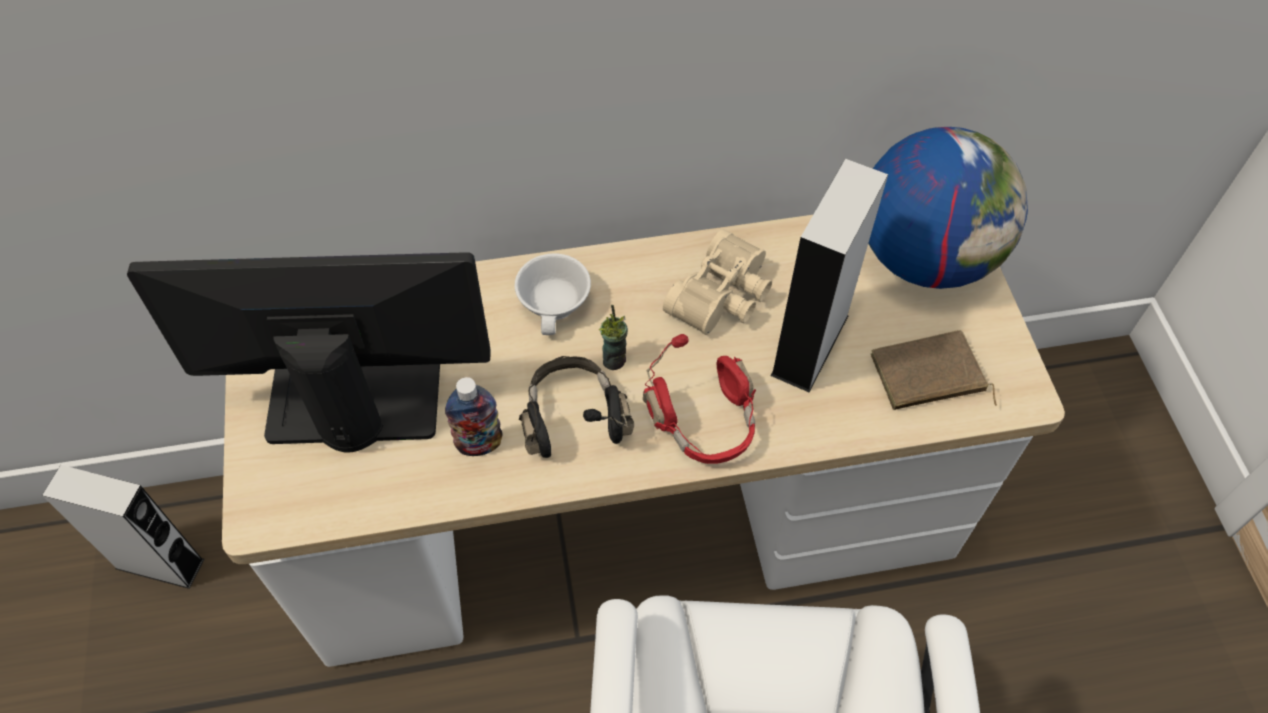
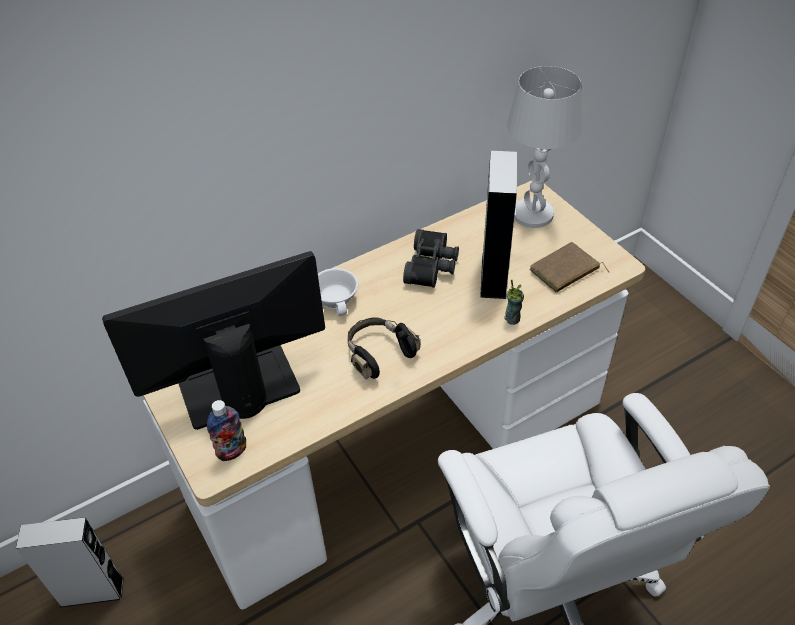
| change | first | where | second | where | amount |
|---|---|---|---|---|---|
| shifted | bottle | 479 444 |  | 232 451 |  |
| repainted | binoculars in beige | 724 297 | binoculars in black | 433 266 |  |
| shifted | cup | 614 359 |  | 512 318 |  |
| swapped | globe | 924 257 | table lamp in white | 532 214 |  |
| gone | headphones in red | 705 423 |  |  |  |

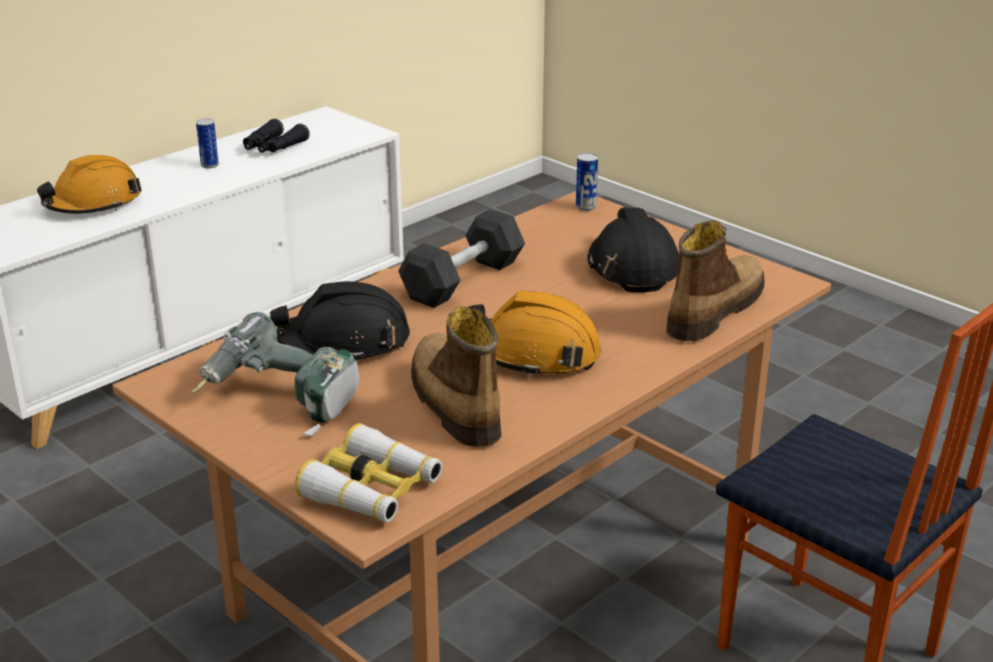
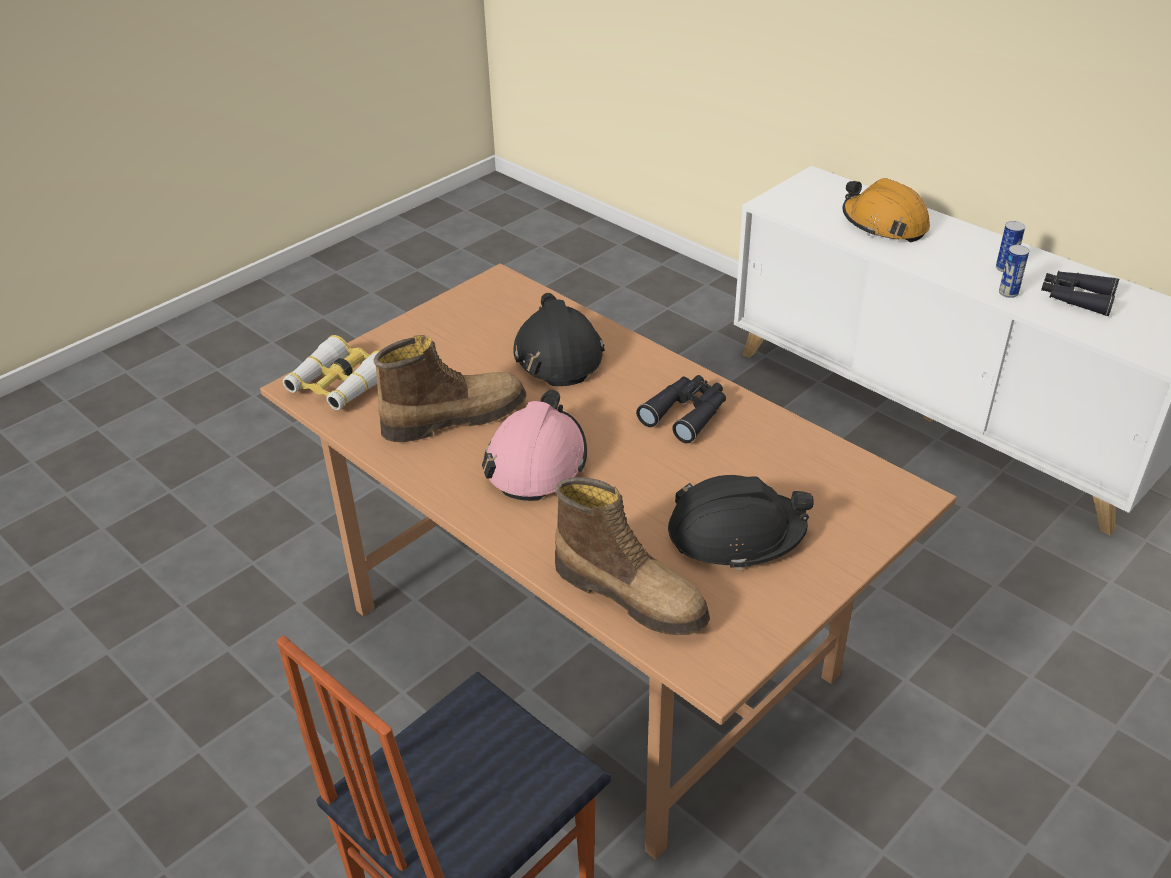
| change | first | where | second | where | amount |
|---|---|---|---|---|---|
| repainted | hard hat in orange | 534 354 | hard hat in pink | 536 461 |  |
| swapped | dumbbell in grey | 463 280 | binoculars in black | 686 414 |  |
| shifted | can | 585 207 |  | 1008 293 |  |
| gone | power drill | 278 401 |  |  |  |

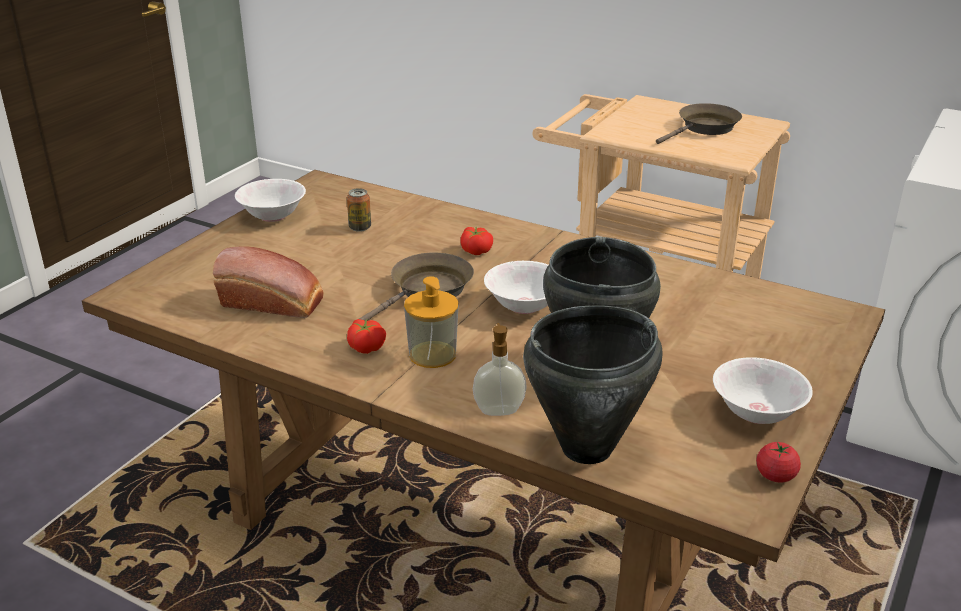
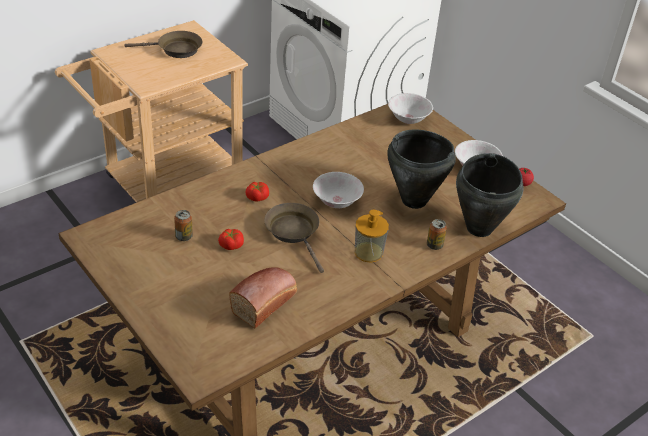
| change | first | where | second | where | amount |
|---|---|---|---|---|---|
| rotated | frying pan in brown | 705 128 |  | 176 50 | 105 degrees clockwise |
| shifted | tomato | 367 347 |  | 231 245 |  |
| shifted | bowl in white | 272 216 |  | 408 119 |  |
| swapped | soap dispenser | 499 410 | can | 434 245 |  |

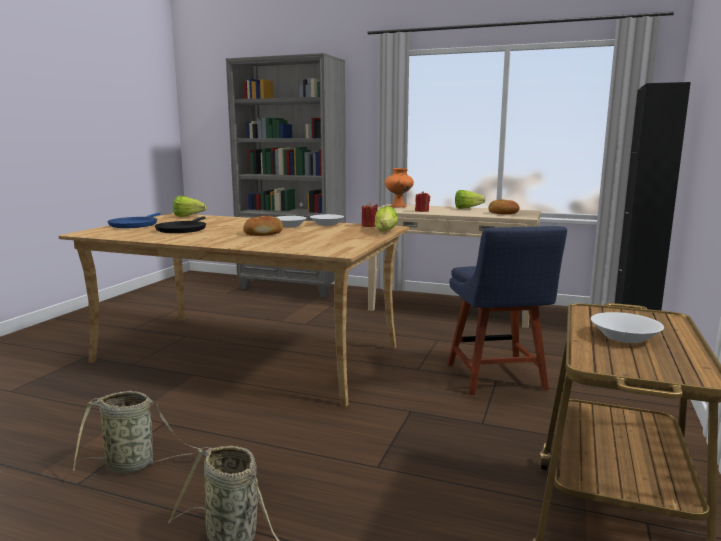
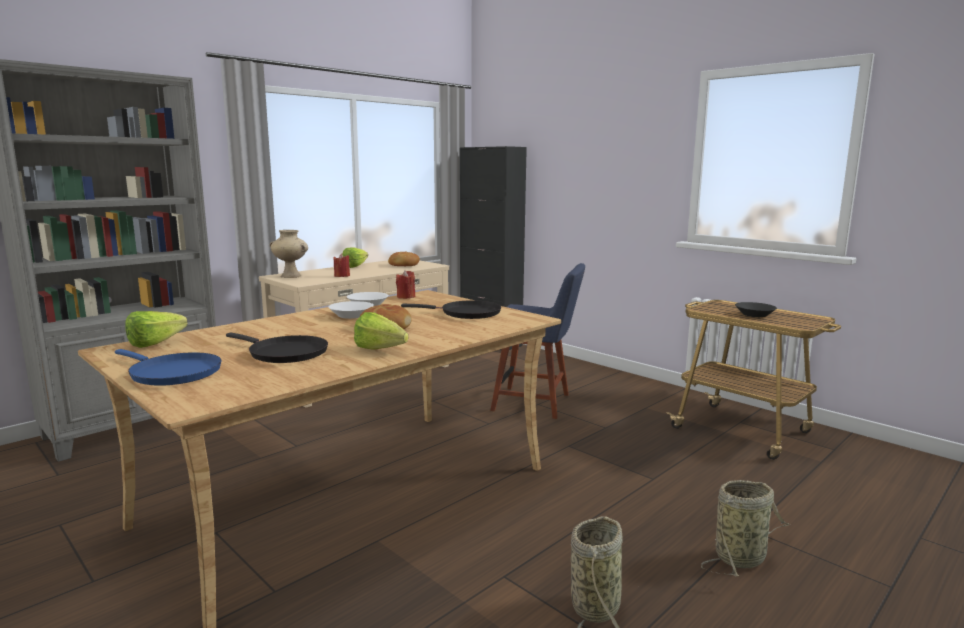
| change | first | where | second | where | amount |
|---|---|---|---|---|---|
| repainted | vase in orange | 399 206 | vase in beige | 291 276 |  |
| shifted | lettuce | 384 232 |  | 383 350 |  |
| new |  |  | frying pan in black | 466 313 |  |
| repainted | bowl in white | 624 336 | bowl in black | 754 315 |  |

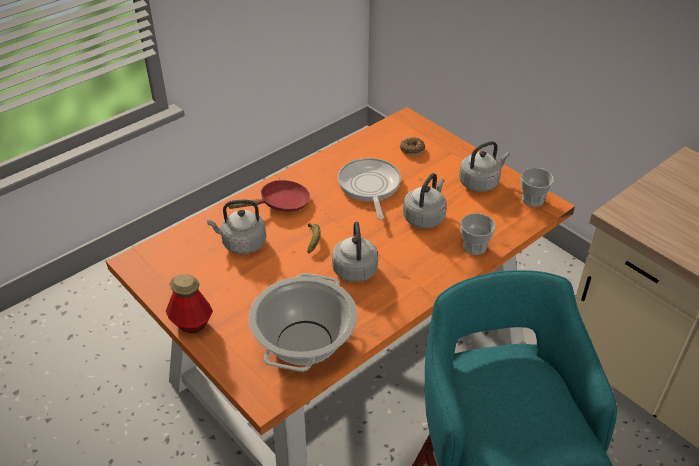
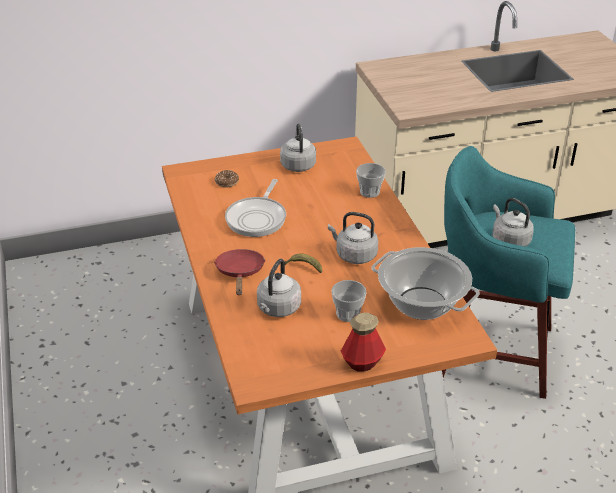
| change | first | where | second | where | amount |
|---|---|---|---|---|---|
| rotated | frying pan | 369 187 |  | 257 218 | 90 degrees counterclockwise |
| shifted | cup | 532 199 |  | 348 314 |  |
| shifted | kettle in grey | 425 217 |  | 509 240 |  |

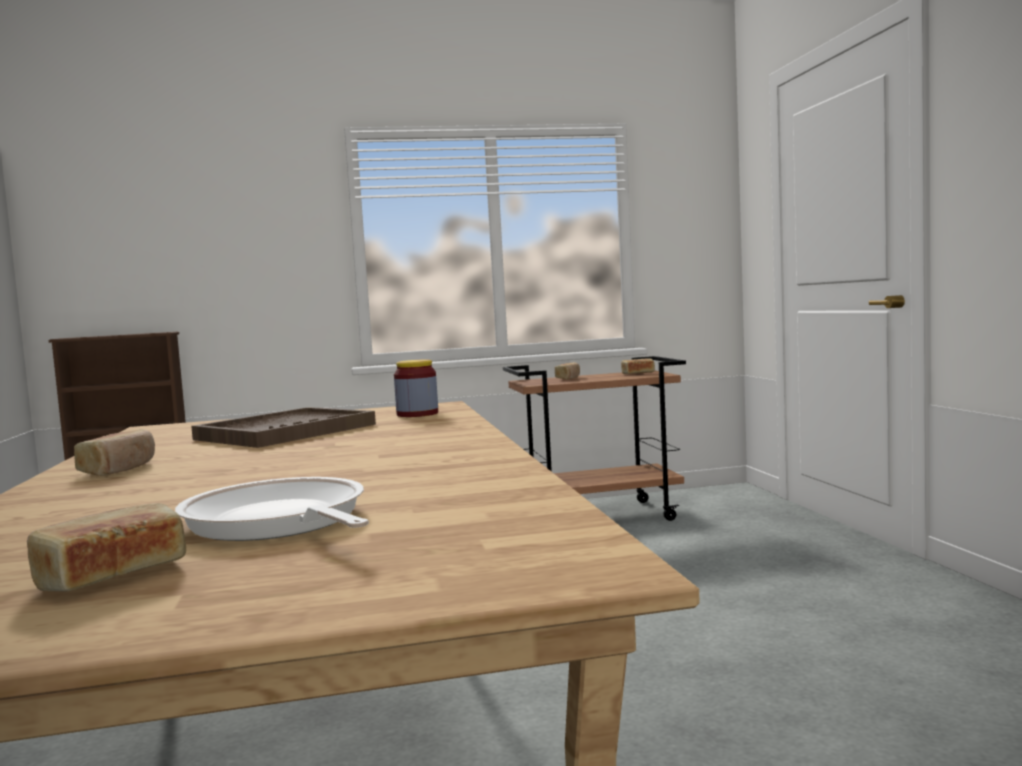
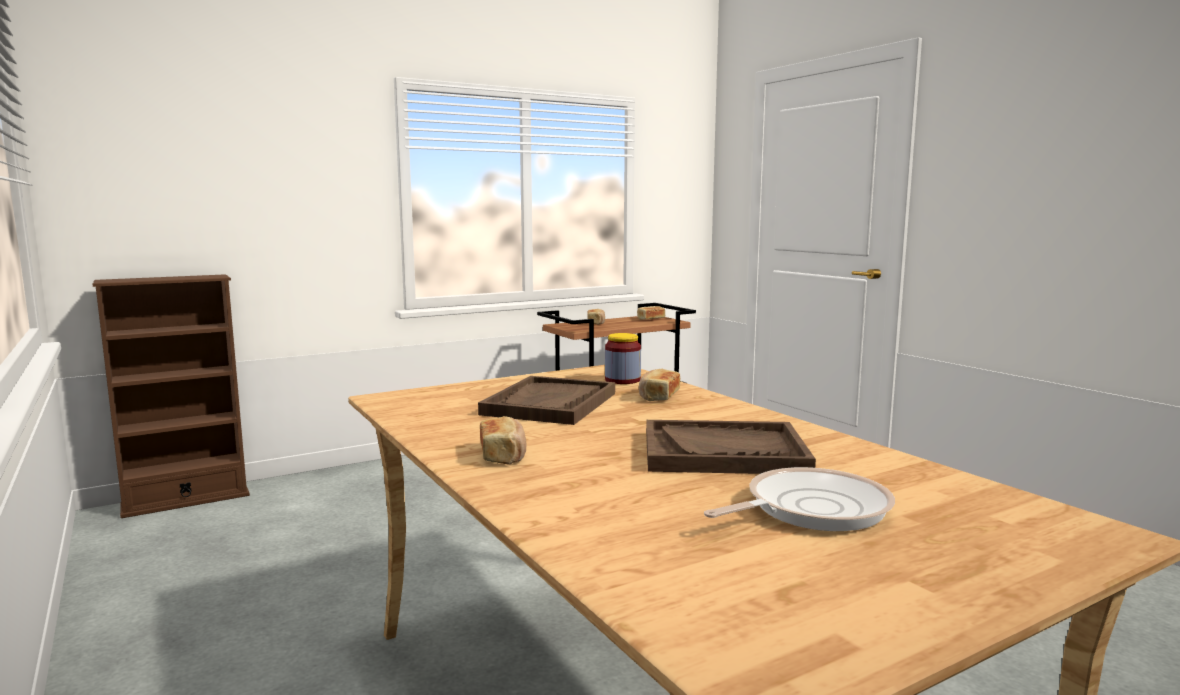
| change | first | where | second | where | amount |
|---|---|---|---|---|---|
| shifted | bread | 111 576 |  | 658 396 |  |
| new |  |  | tray in brown | 724 452 |  |
| rotated | frying pan | 277 522 |  | 810 509 | 120 degrees clockwise |

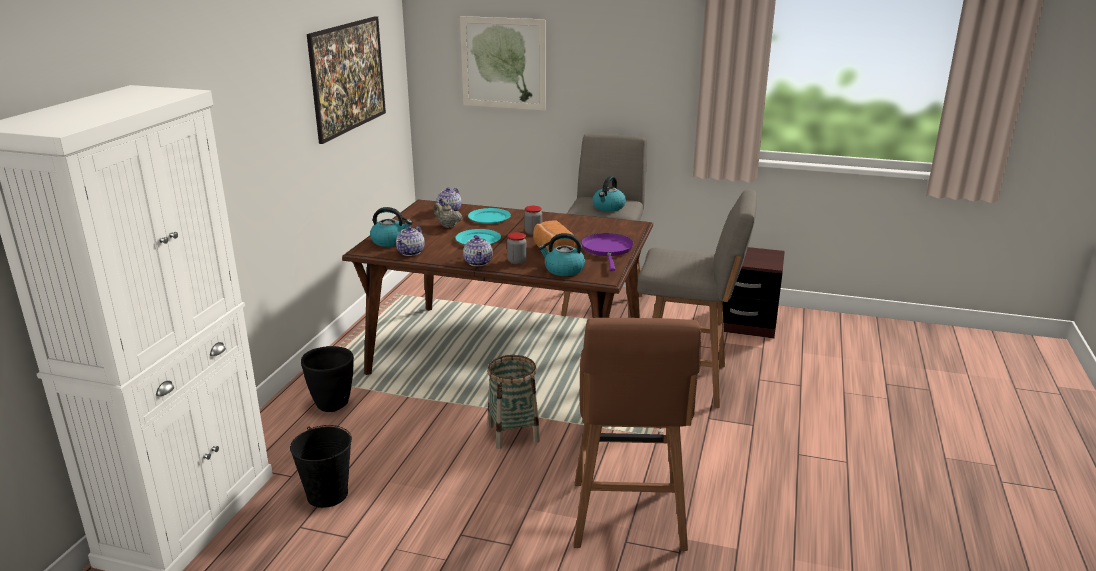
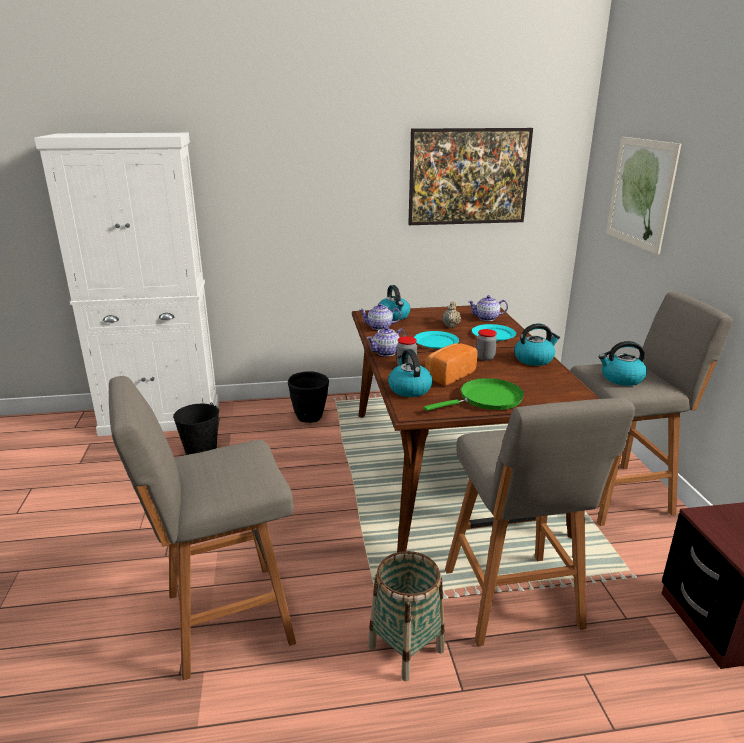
| change | first | where | second | where | amount |
|---|---|---|---|---|---|
| repainted | stool in brown | 628 518 | stool in grey | 223 619 |  |
| shifted | basket | 513 433 |  | 406 648 |  |
| repainted | frying pan in purple | 607 250 | frying pan in green | 487 399 |  |
| new |  |  | kettle | 534 359 |  |

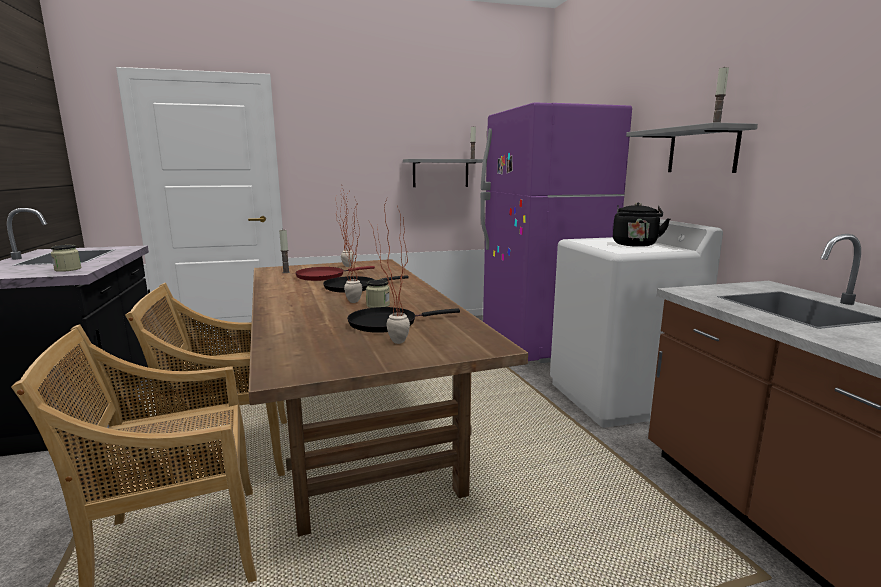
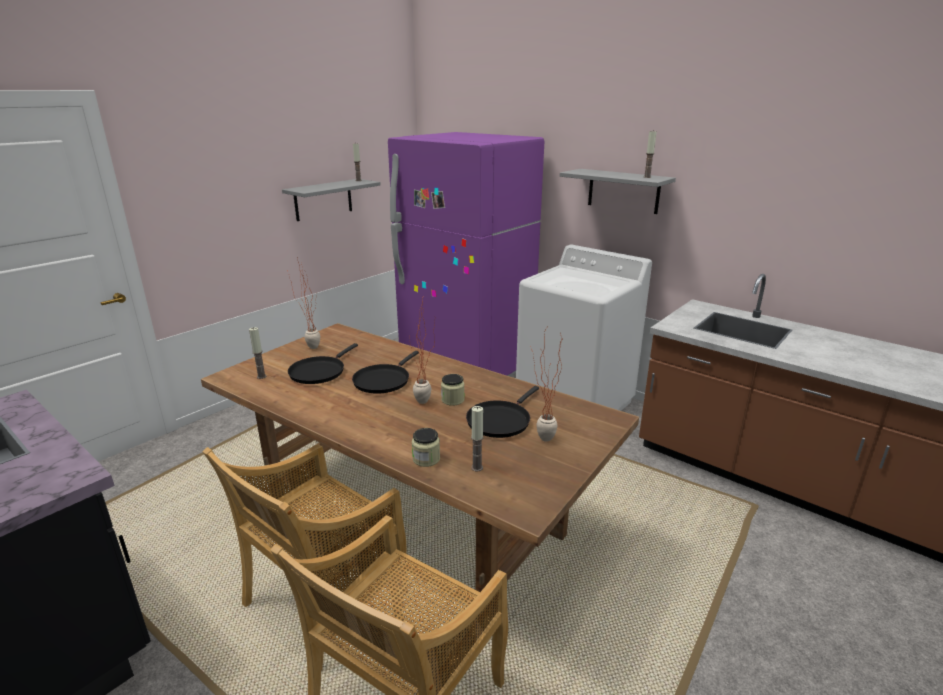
| change | first | where | second | where | amount |
|---|---|---|---|---|---|
| repainted | frying pan in red | 323 276 | frying pan in black | 319 372 |  |
| shifted | jar | 68 269 |  | 426 459 |  |
| new |  |  | candle | 477 467 |  |
| gone | kettle in black | 635 245 |  |  |  |

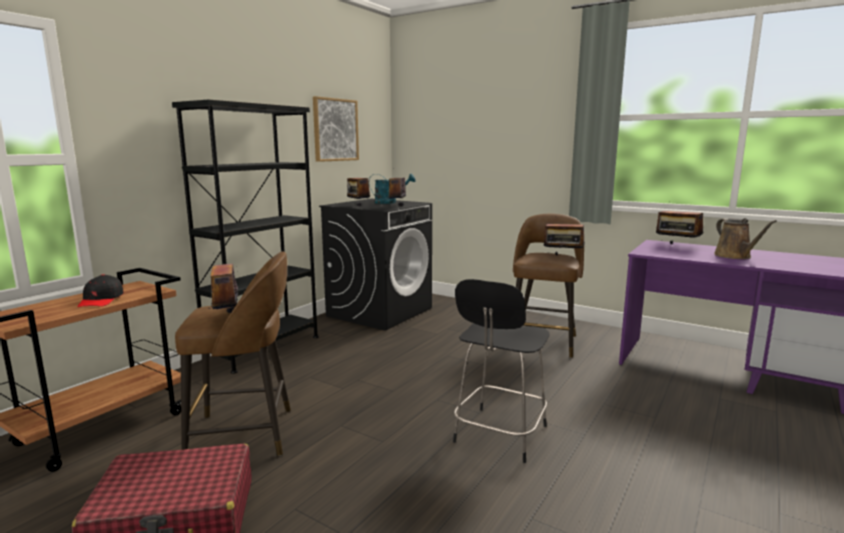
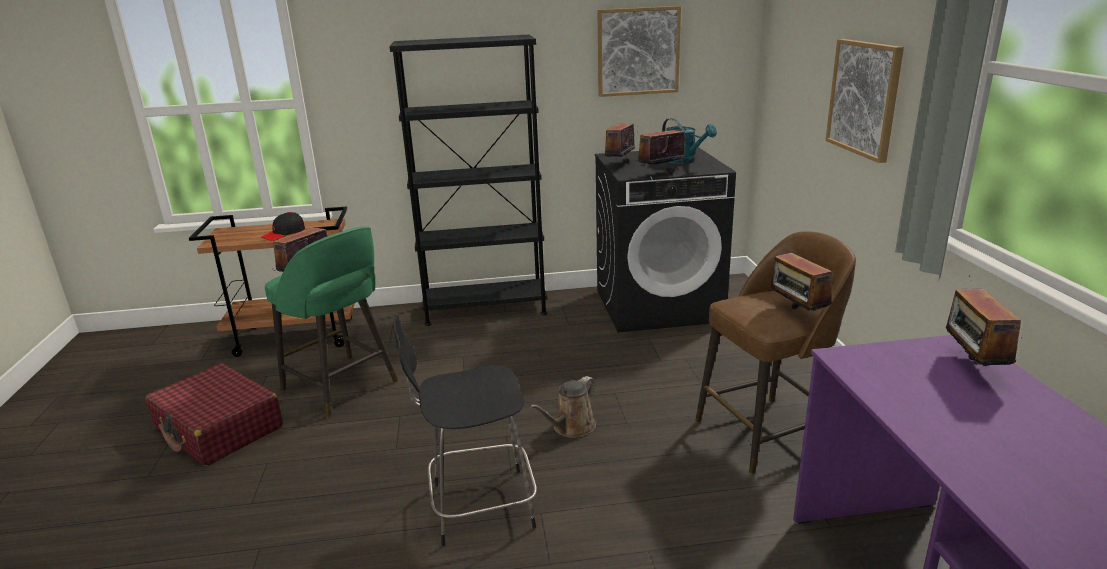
| change | first | where | second | where | amount |
|---|---|---|---|---|---|
| repainted | stool in brown | 245 434 | stool in green | 341 386 |  |
| shifted | watering can in brown | 735 256 |  | 571 428 |  |
| new |  |  | picture | 864 98 |  |

